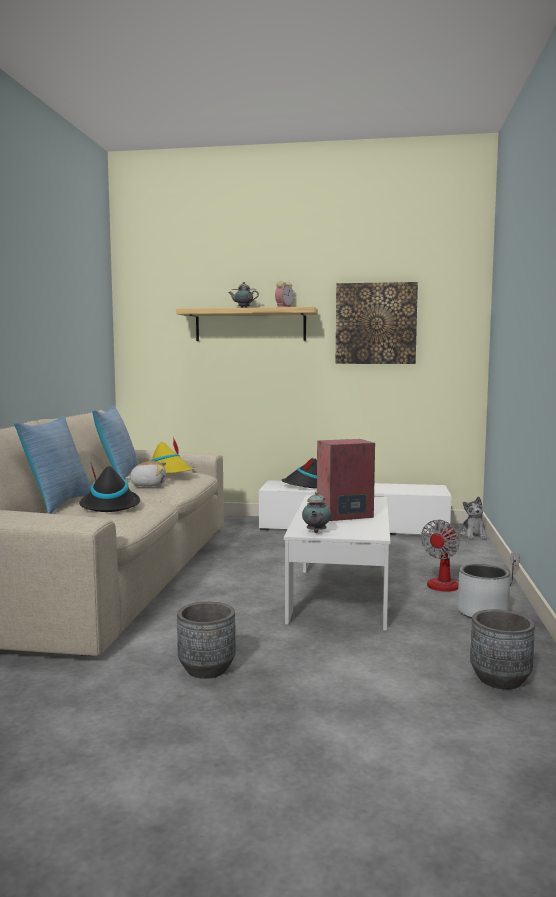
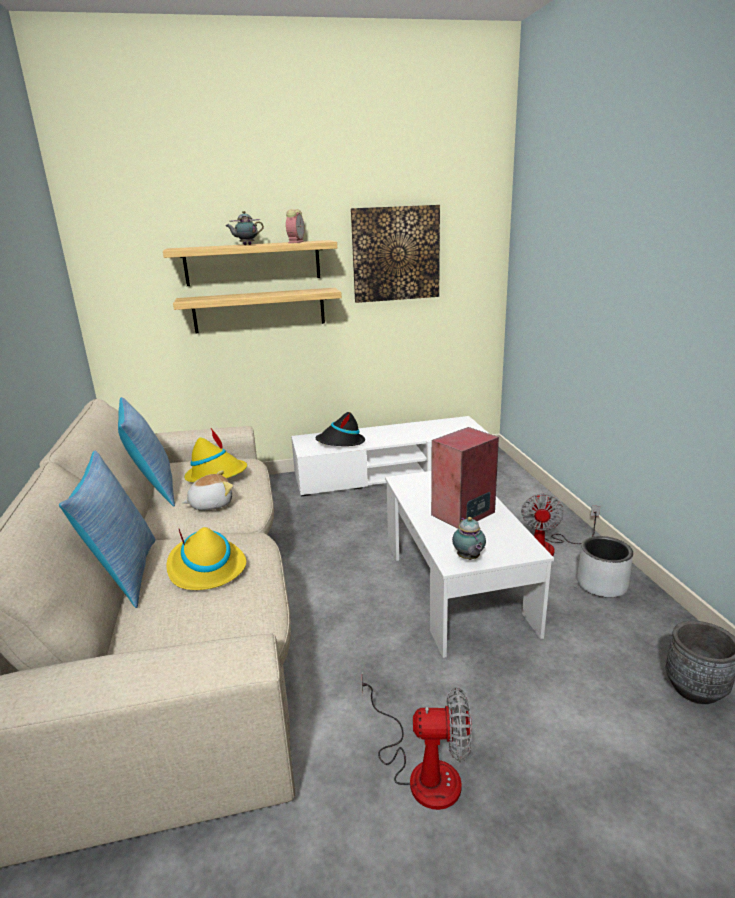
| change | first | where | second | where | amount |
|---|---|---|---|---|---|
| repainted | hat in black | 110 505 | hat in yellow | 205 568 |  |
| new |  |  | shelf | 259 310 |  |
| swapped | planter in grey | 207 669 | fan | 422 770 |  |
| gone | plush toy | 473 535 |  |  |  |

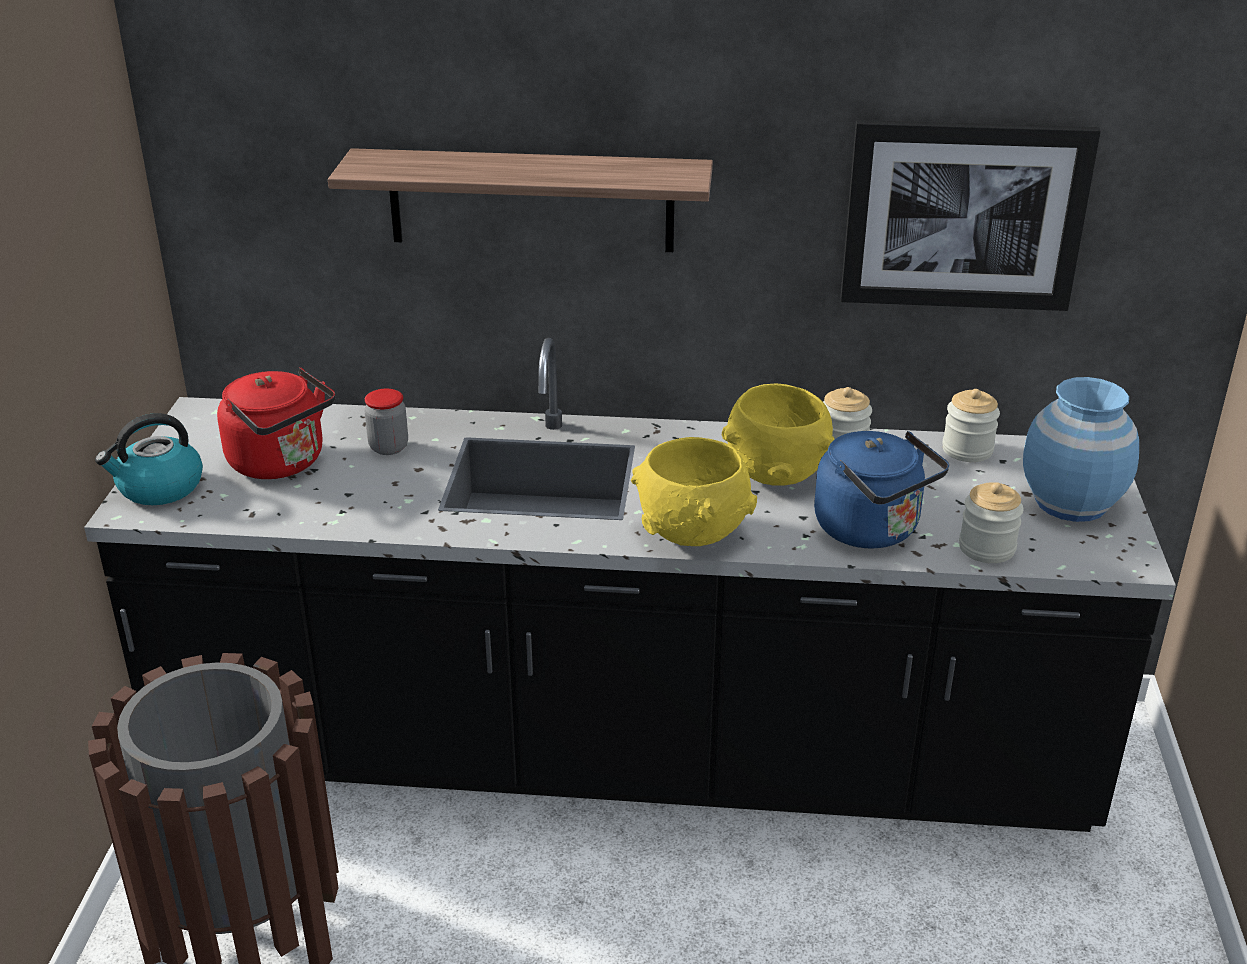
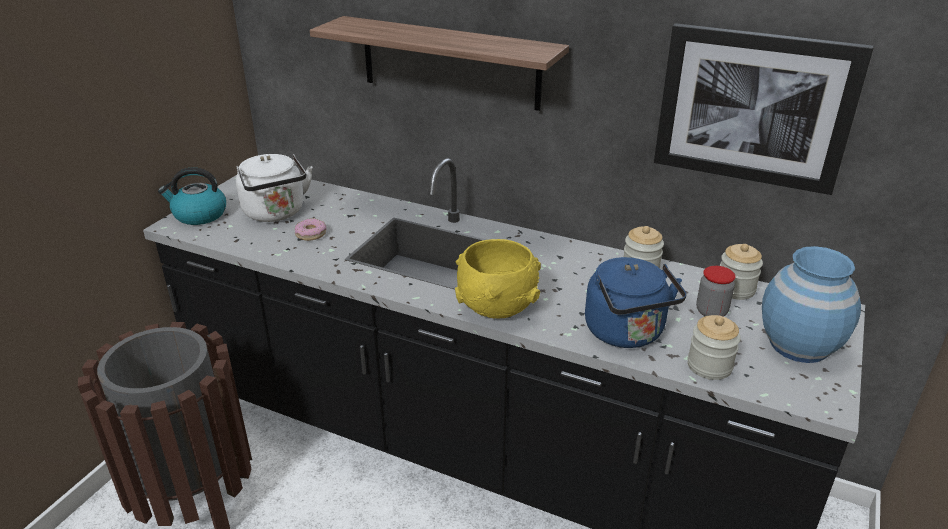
| change | first | where | second | where | amount |
|---|---|---|---|---|---|
| repainted | kettle in red | 282 463 | kettle in white | 276 213 |  |
| new |  |  | donut | 310 234 |  |
| shifted | jar | 388 447 |  | 711 311 |  |
| gone | bowl in yellow | 775 474 |  |  |  |

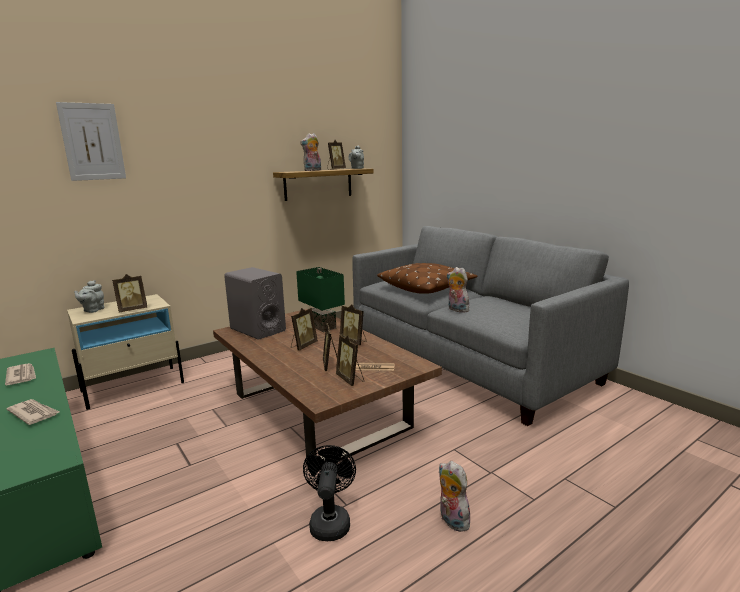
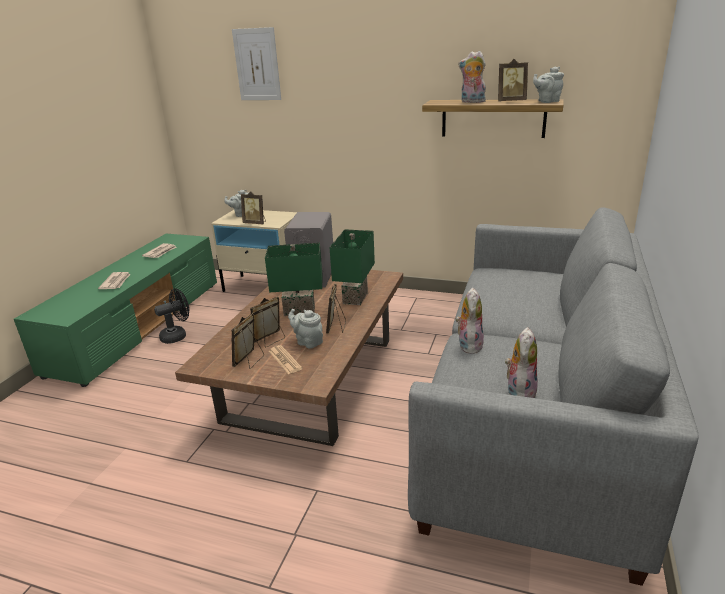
| change | first | where | second | where | amount |
|---|---|---|---|---|---|
| shifted | fan in black | 330 521 |  | 177 335 |  |
| swapped | picture frame | 303 346 | table lamp in green | 300 310 |  |
| new |  |  | teapot in grey | 308 342 |  |
| shifted | plush toy | 451 520 |  | 519 391 |  |
| gone | pillow in brown | 426 287 |  |  |  |

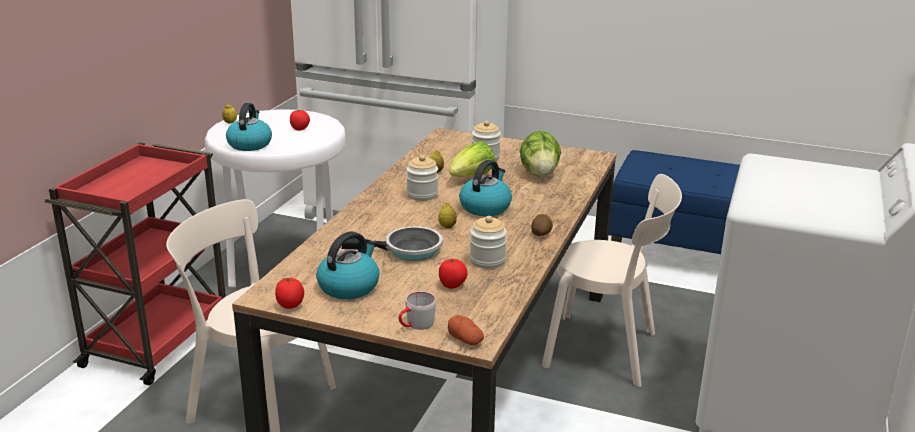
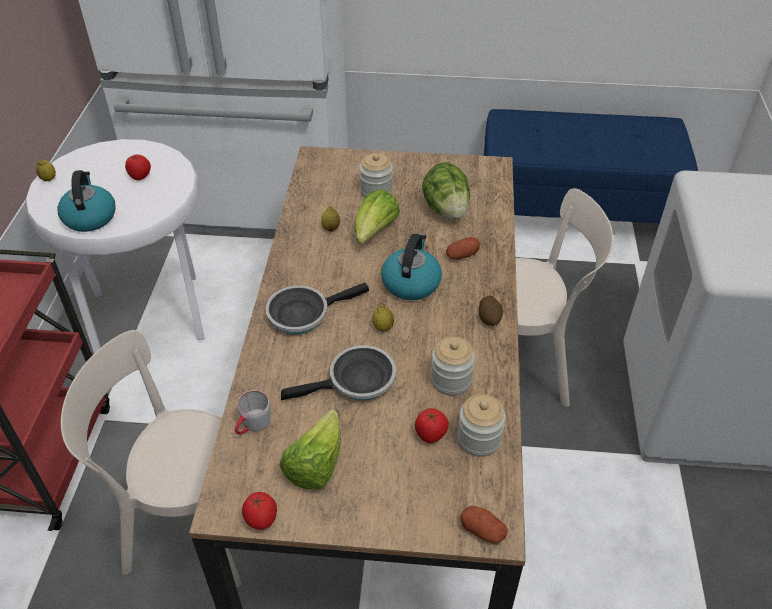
| change | first | where | second | where | amount |
|---|---|---|---|---|---|
| shifted | mug in grey | 416 325 |  | 252 426 |  |
| new |  |  | frying pan | 303 314 |  |
| swapped | kettle | 349 286 | lettuce | 315 465 |  |
| new |  |  | potato | 462 255 |  |
| shifted | jar | 422 195 |  | 479 439 |  |

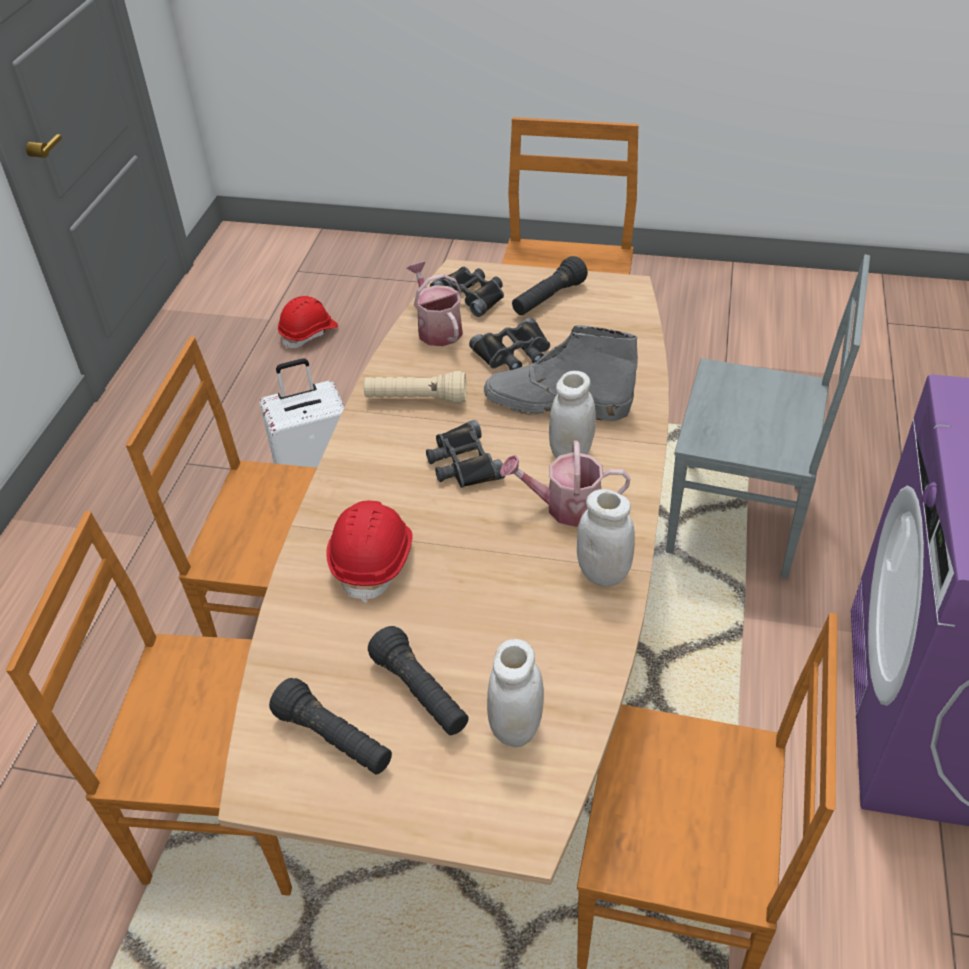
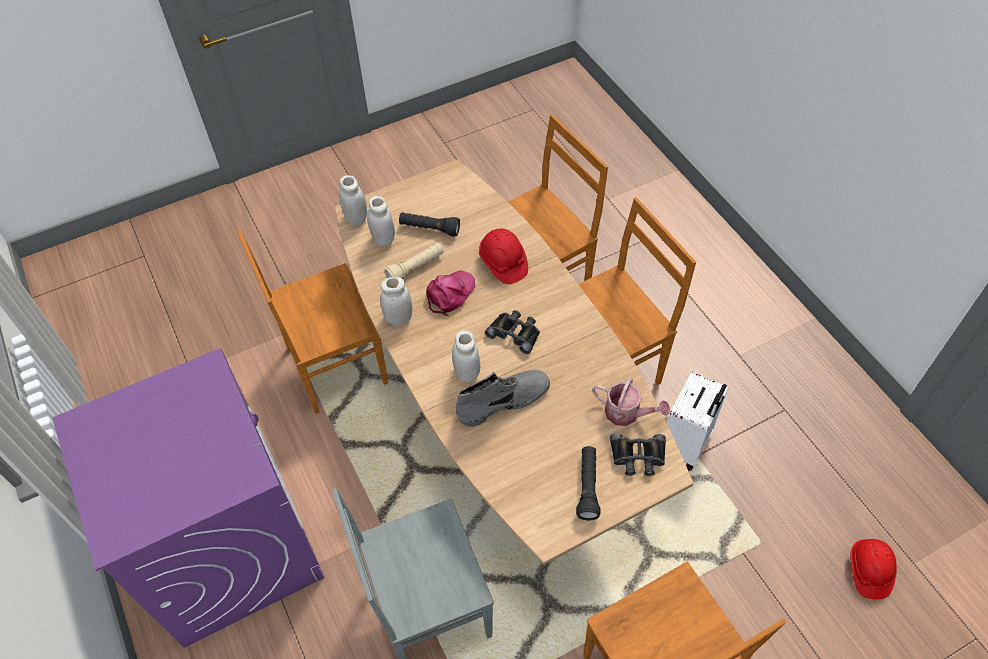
| change | first | where | second | where | amount |
|---|---|---|---|---|---|
| new |  |  | jar in white | 356 218 |  |
| shifted | flashlight in beige | 416 399 |  | 415 268 |  |
| new |  |  | cap in pink | 450 294 |  |
| gone | flashlight in black | 334 739 |  |  |  |
| gone | binoculars in black | 514 353 |  |  |  |
| gone | watering can | 565 506 |  |  |  |

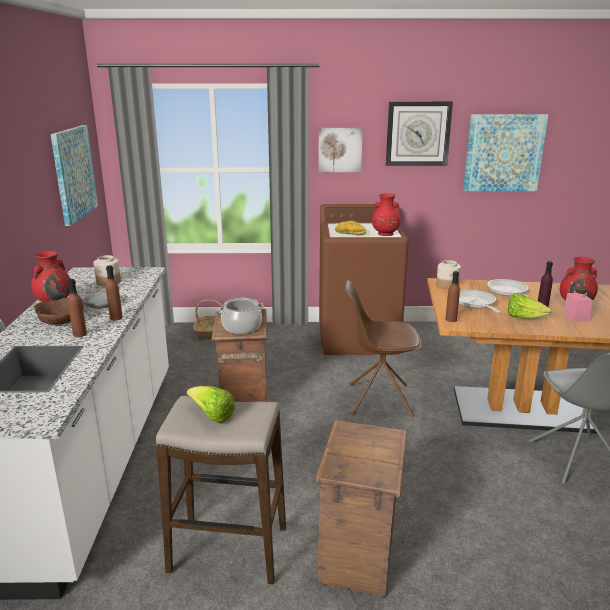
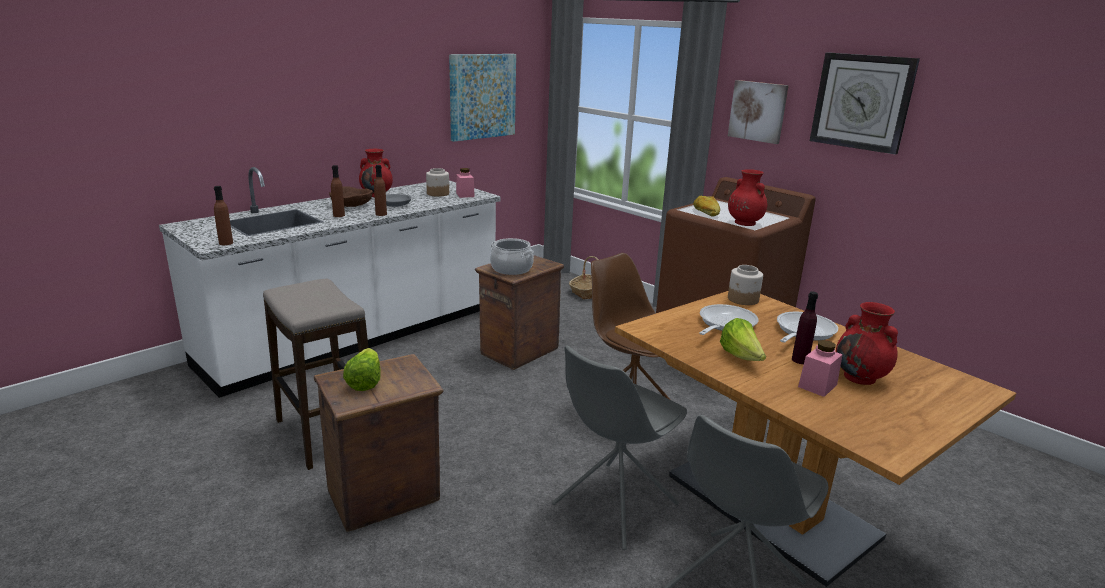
| change | first | where | second | where | amount |
|---|---|---|---|---|---|
| shifted | bottle in brown | 451 319 |  | 226 243 |  |
| shifted | lettuce | 212 416 |  | 365 382 |  |
| new |  |  | jar in pink | 465 195 |  |
| new |  |  | chair in grey | 613 505 |  |
| gone | picture | 503 153 |  |  |  |

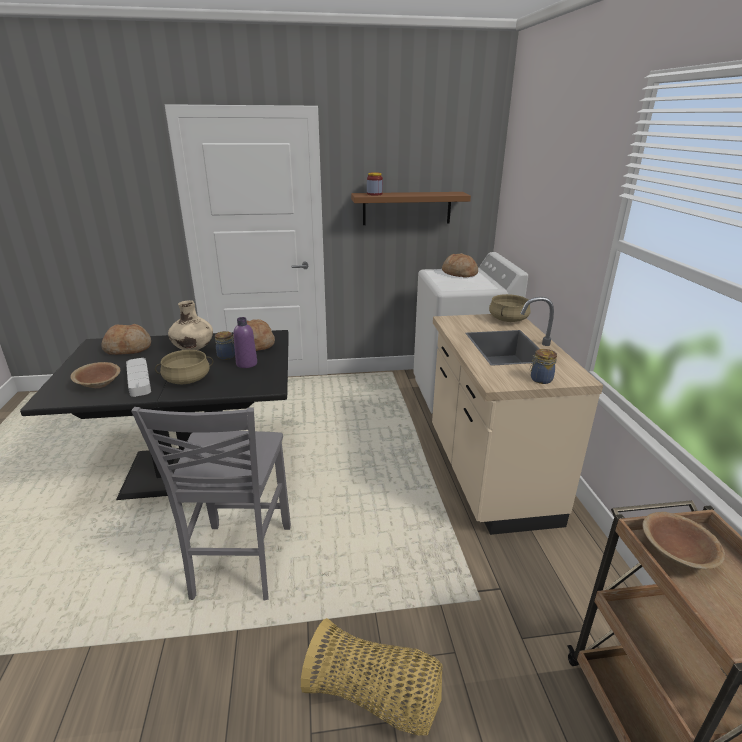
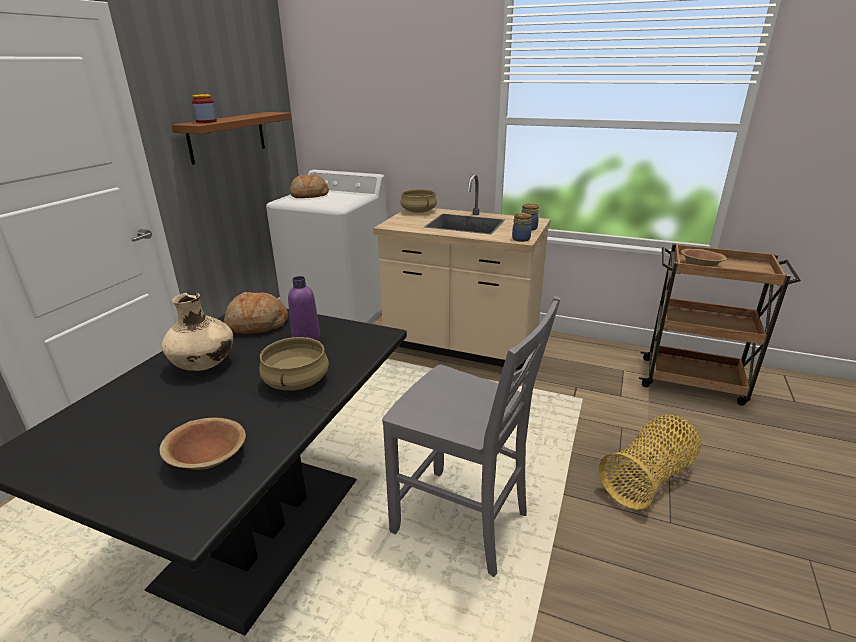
| change | first | where | second | where | amount |
|---|---|---|---|---|---|
| shifted | jar | 227 356 |  | 521 239 |  |
| gone | bread | 128 348 |  |  |  |
| gone | tray in grey | 139 380 |  |  |  |

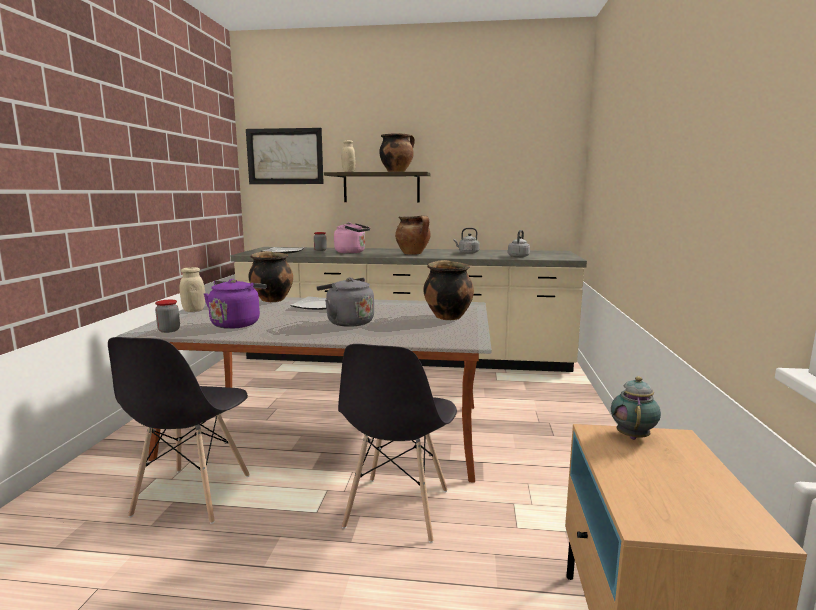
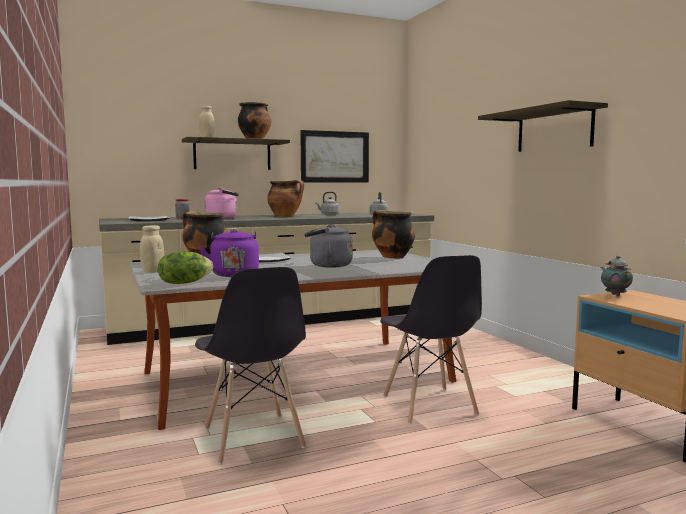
| change | first | where | second | where | amount |
|---|---|---|---|---|---|
| swapped | jar | 169 330 | lettuce | 184 283 |  |
| shifted | picture | 285 156 |  | 334 157 |  |
| new |  |  | shelf | 554 130 |  |

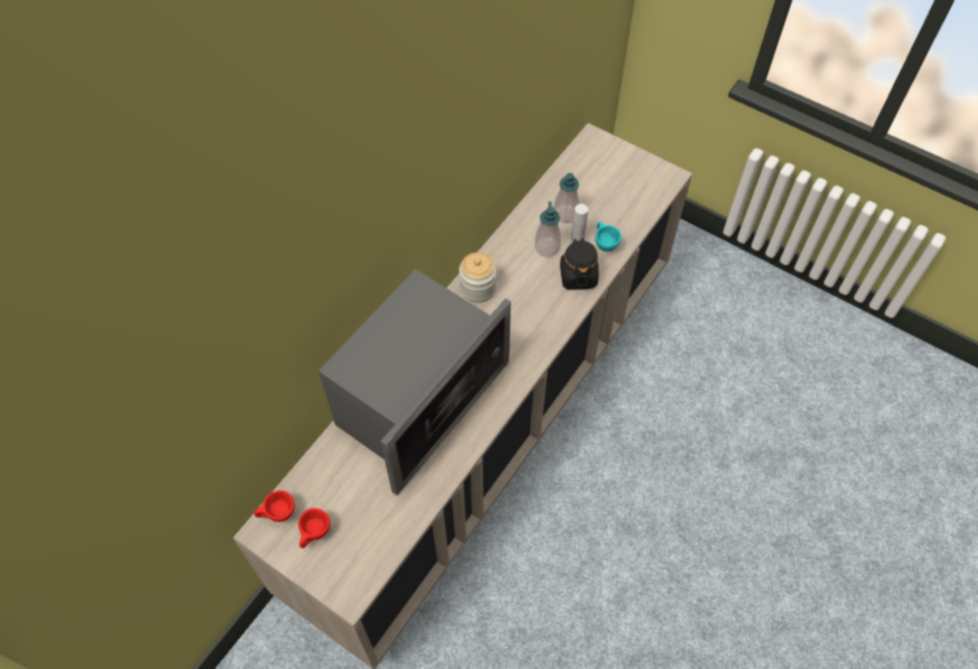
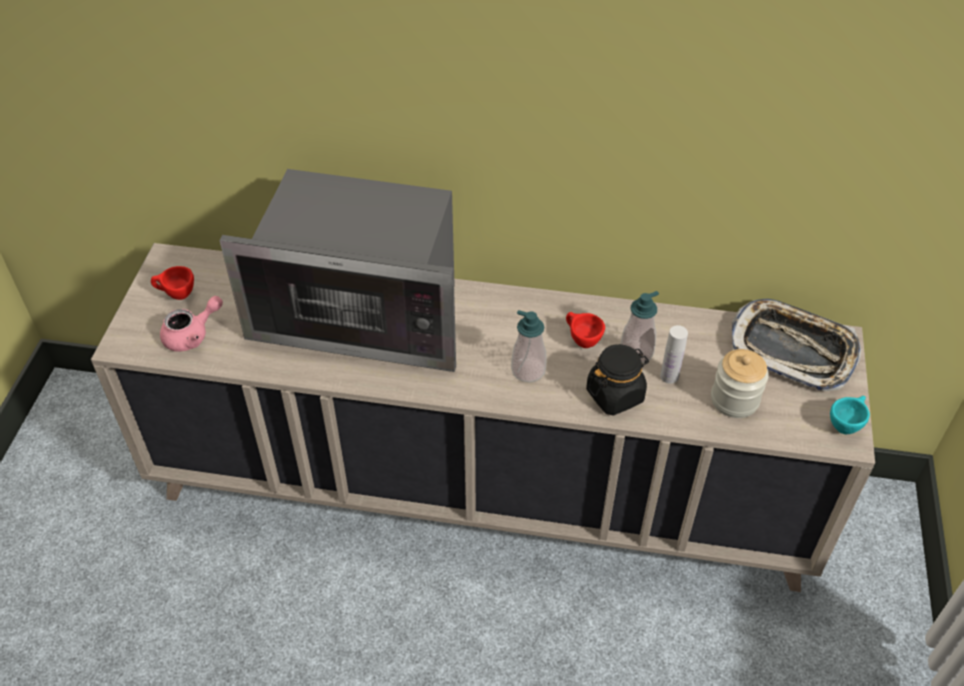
| change | first | where | second | where | amount |
|---|---|---|---|---|---|
| new |  |  | teapot in pink | 192 335 |  |
| shifted | soap dispenser | 565 214 |  | 528 370 |  |
| shifted | cup in red | 277 515 |  | 581 341 |  |
| shifted | jar | 478 288 |  | 734 400 |  |
| new |  |  | tray | 792 349 |  |
| shifted | cup in turquoise | 604 244 |  | 845 424 |  |

